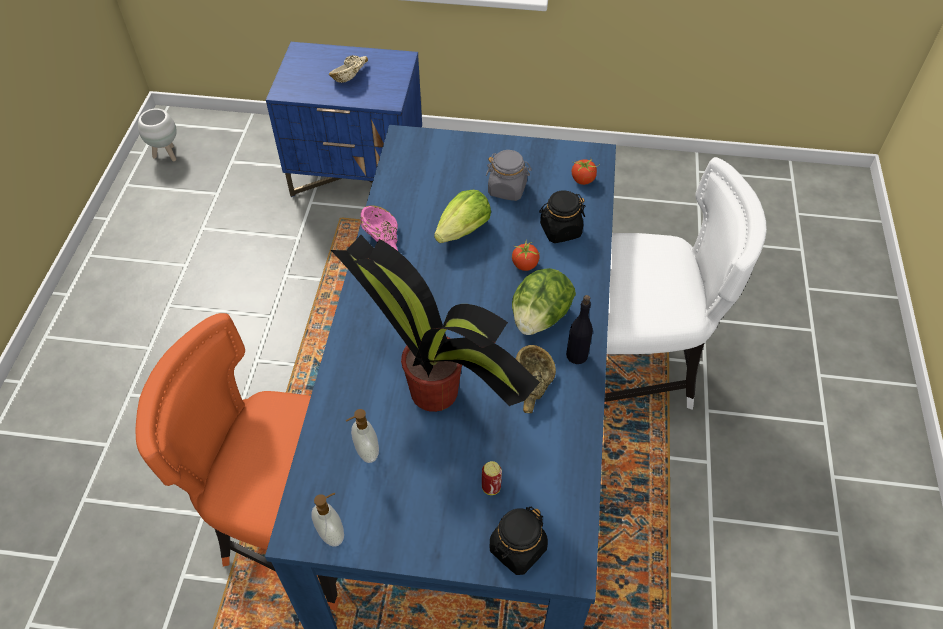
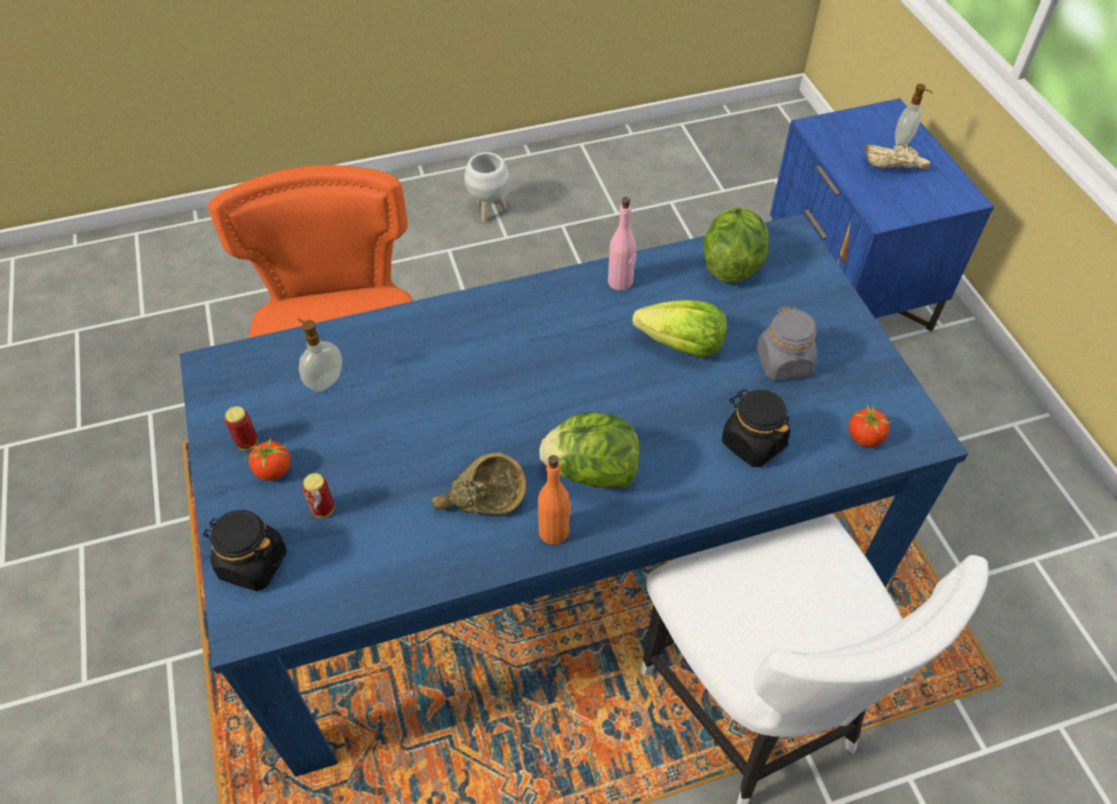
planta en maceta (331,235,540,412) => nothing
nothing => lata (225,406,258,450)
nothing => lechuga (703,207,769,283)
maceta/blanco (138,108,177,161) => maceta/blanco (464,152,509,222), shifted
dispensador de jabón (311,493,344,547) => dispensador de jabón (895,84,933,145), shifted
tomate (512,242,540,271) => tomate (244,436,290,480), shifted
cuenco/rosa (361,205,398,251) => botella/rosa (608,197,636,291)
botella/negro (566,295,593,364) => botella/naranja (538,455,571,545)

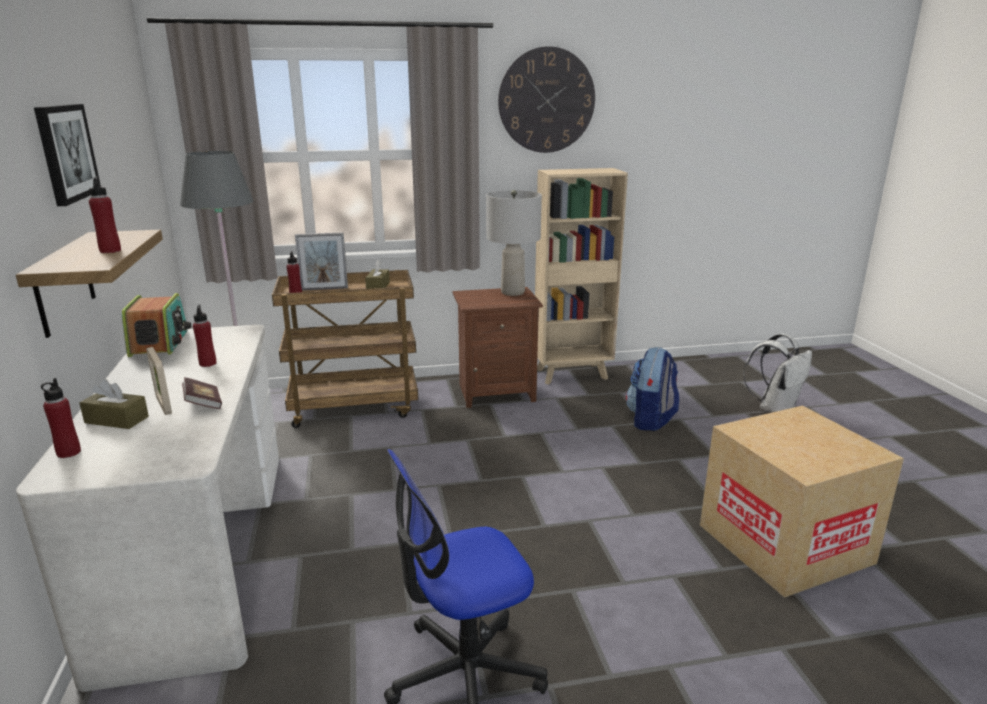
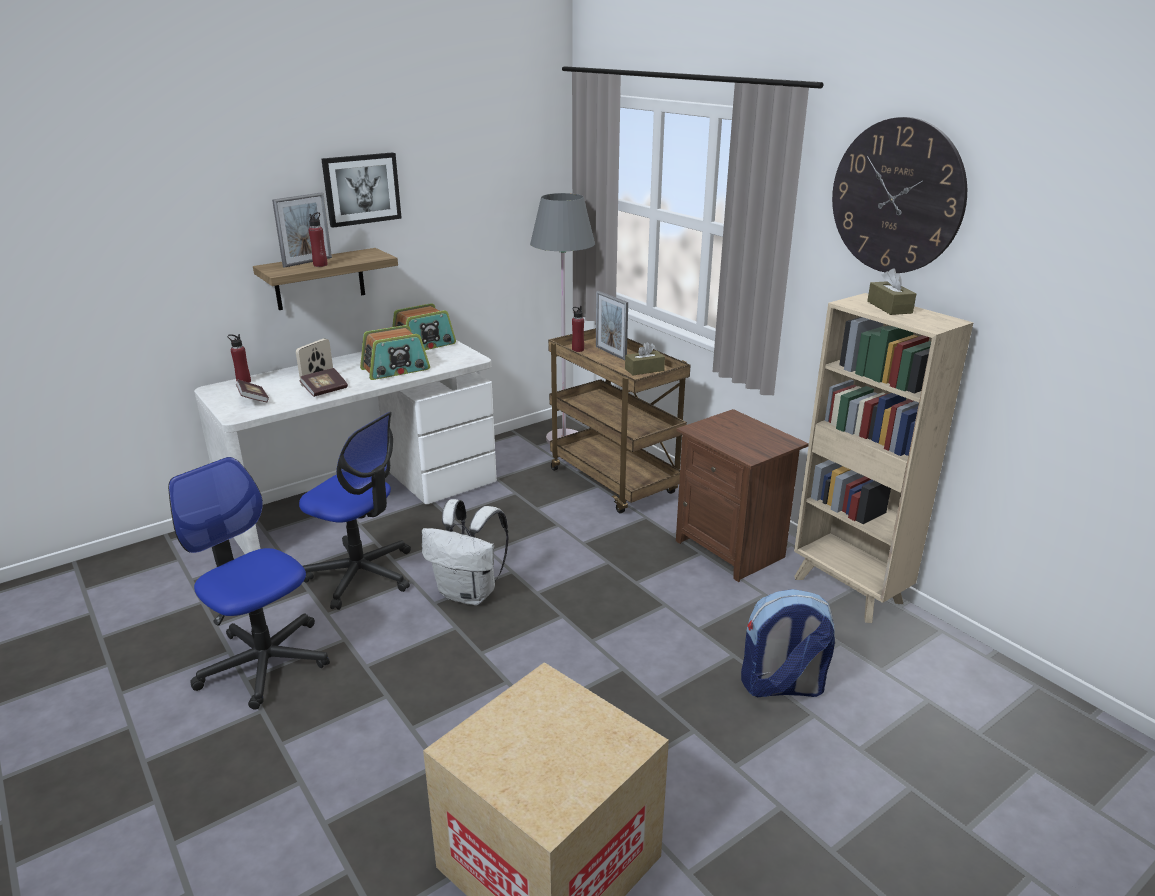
lámpara de mesa/gris (486,190,542,296) => nothing
nothing => libro (236,380,269,402)
nothing => portarretratos (272,192,332,268)
nothing => silla de oficina (299,412,411,610)
caja de pañuelos/marrón (79,379,149,429) => caja de pañuelos/marrón (867,268,916,315), shifted
mochila/blanco (743,334,812,413) => mochila/blanco (422,499,509,605), shifted
botella/rojo (193,305,217,367) => radio (360,325,430,380)

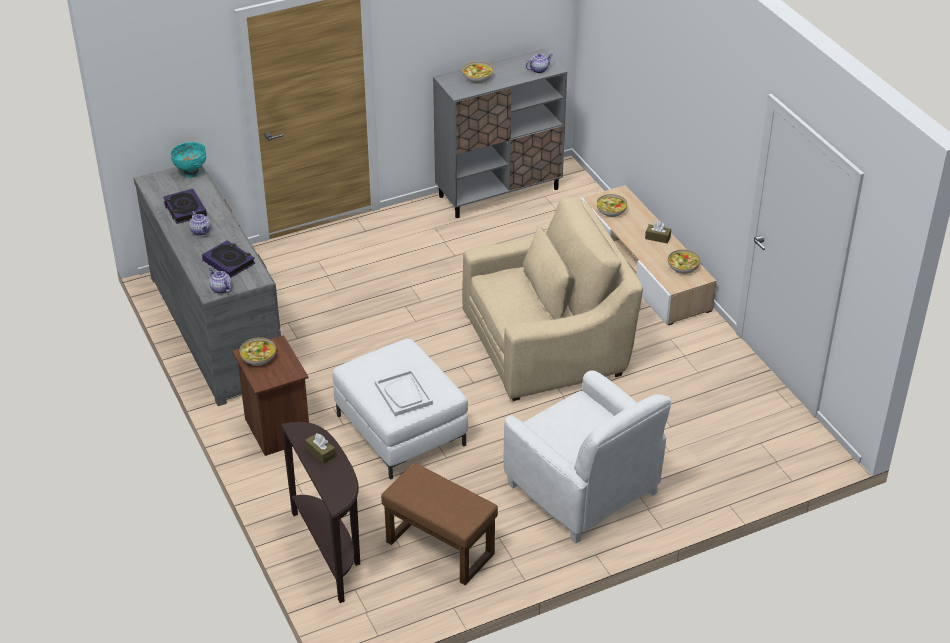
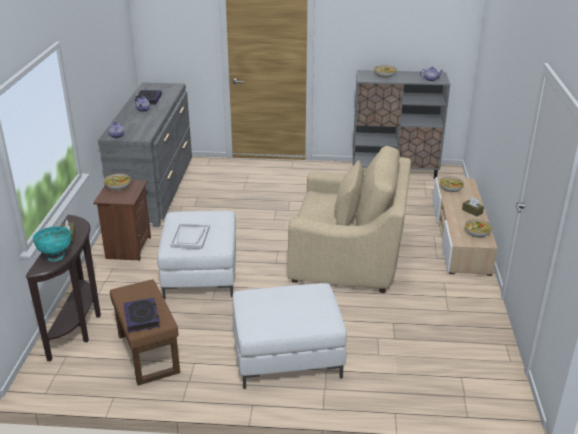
cuenco/turquesa (171,142,206,178) => cuenco/turquesa (33,226,71,262), shifted
libro (202,240,255,278) => libro (123,298,160,333), shifted
sillón/blanco (504,370,671,544) => puf/blanco (232,283,347,389)

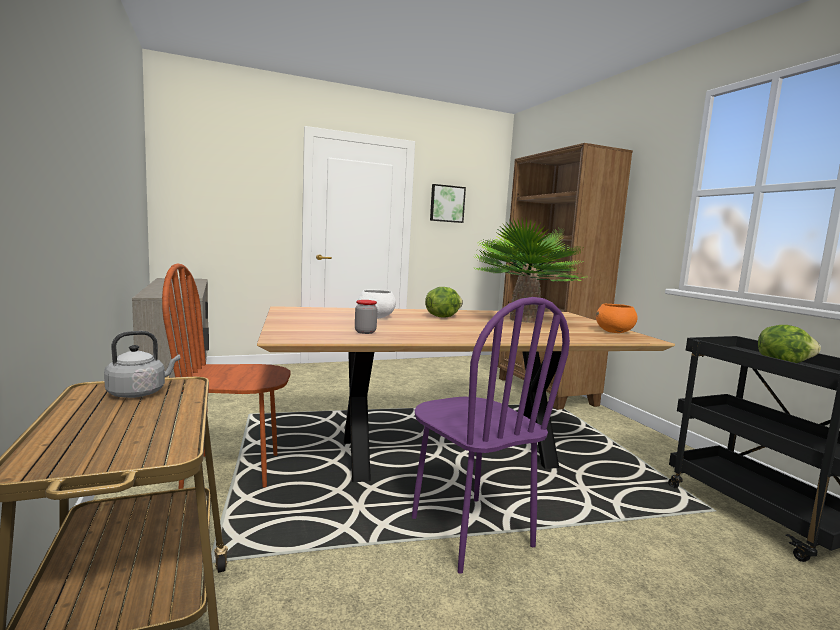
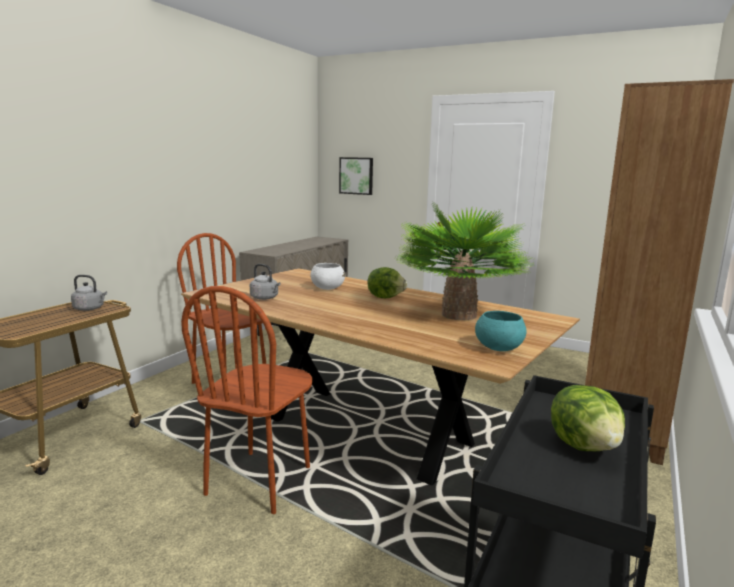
cuadro (430,184,466,223) => cuadro (339,157,373,195), shifted
tarro (355,300,377,334) => hervidor/gris (250,264,281,300)
silla/morado (412,297,570,574) => silla/marrón (181,286,313,514)
cuenco/naranja (596,304,637,333) => cuenco/turquesa (475,311,526,351)

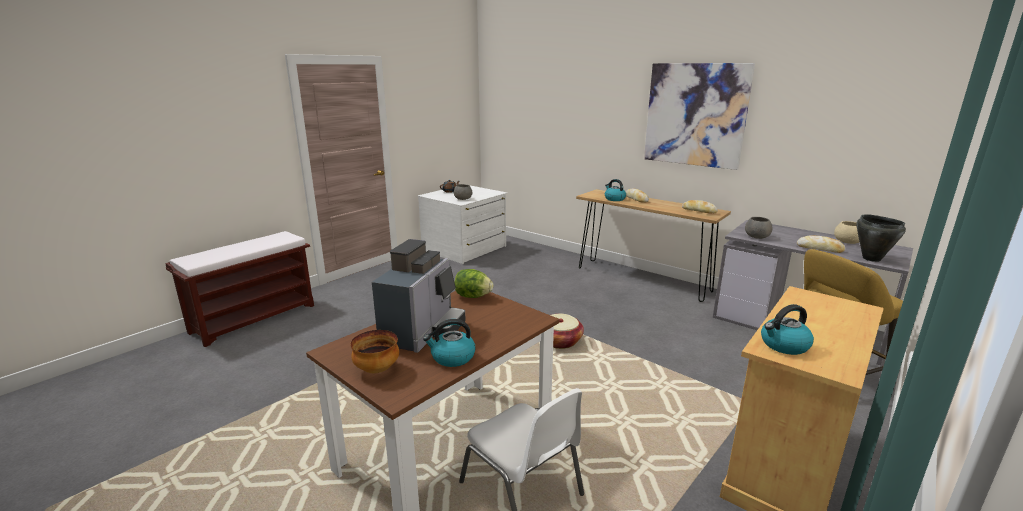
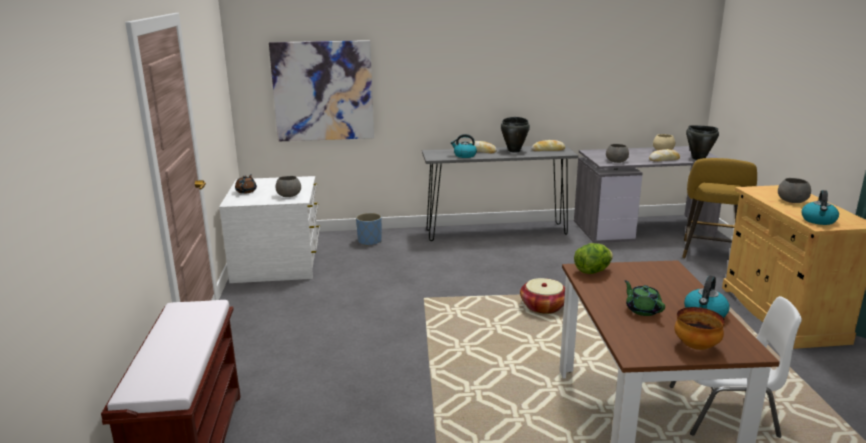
nothing => maceta/azul (356,213,382,246)
nothing => olla/negro (501,117,530,152)
nothing => cuenco/gris (778,178,811,203)
cuadro (644,63,755,170) => cuadro (269,40,374,141), shifted
cafetera (372,239,466,353) => tetera/verde (624,280,665,316)
mesa consola/marrón (576,189,731,302) => mesa consola/gris (422,145,578,241)

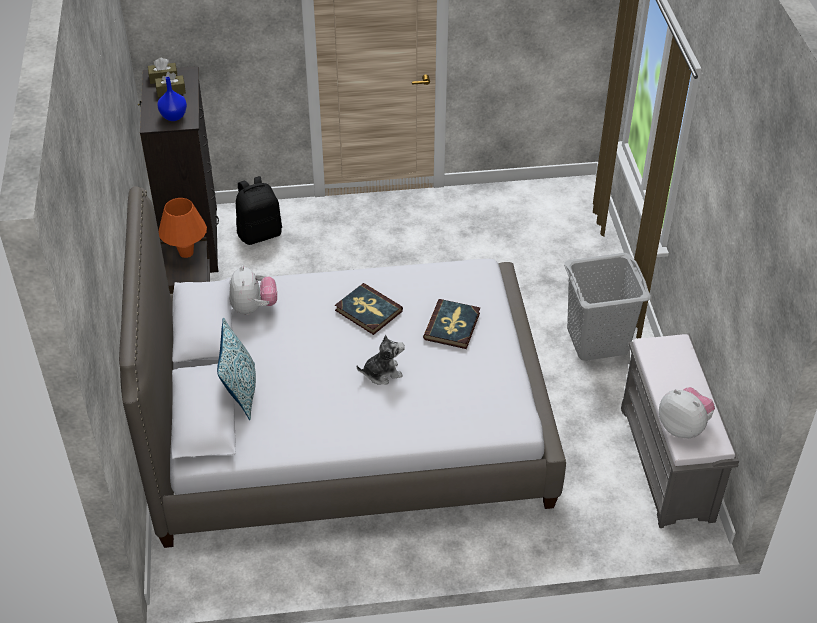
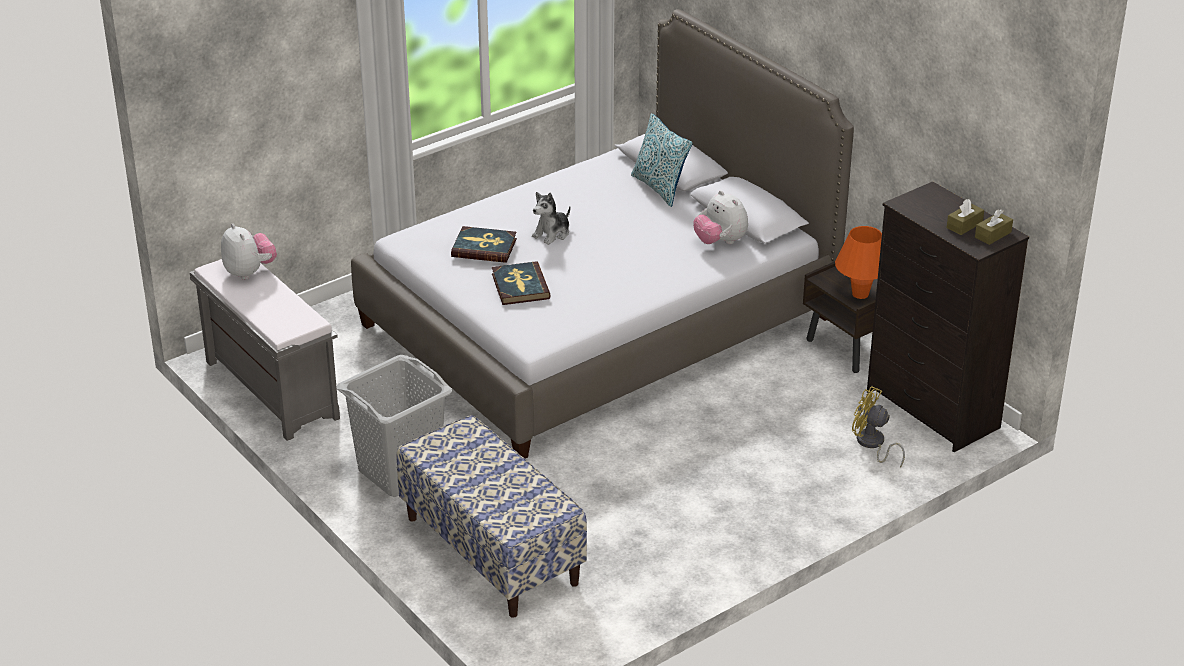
florero/azul (157,77,187,121) => nothing
nothing => banco (397,415,587,618)
libro (335,283,403,335) => libro (451,226,517,263), shifted
mochila/negro (236,176,282,245) => ventilador/amarillo (852,386,905,468)
peluche (659,387,715,438) => peluche (221,224,277,280), 135 degrees counterclockwise

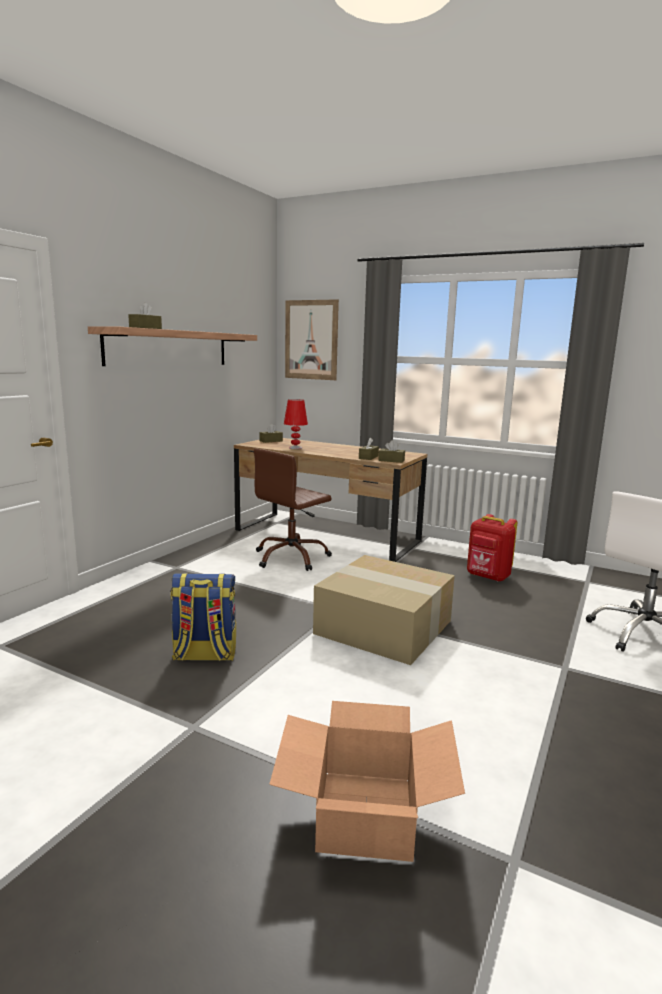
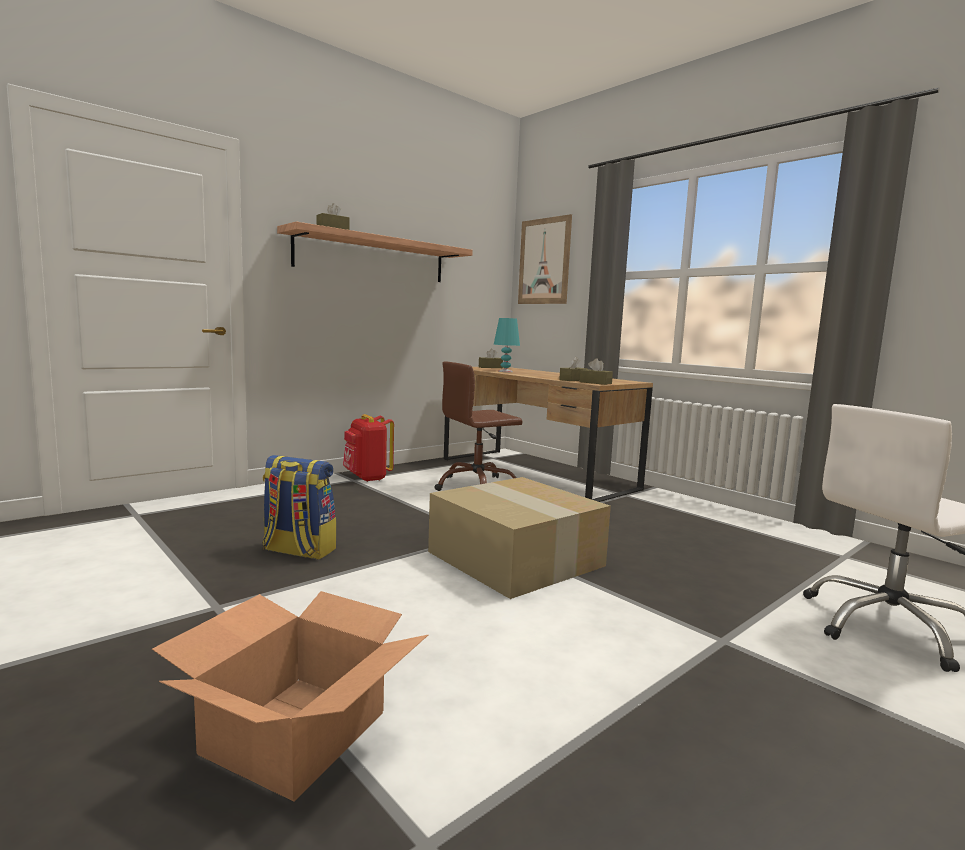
mochila/rojo (467,514,517,582) => mochila/rojo (343,414,394,482), shifted
lámpara de mesa/rojo (284,399,308,449) => lámpara de mesa/turquesa (494,318,520,372)

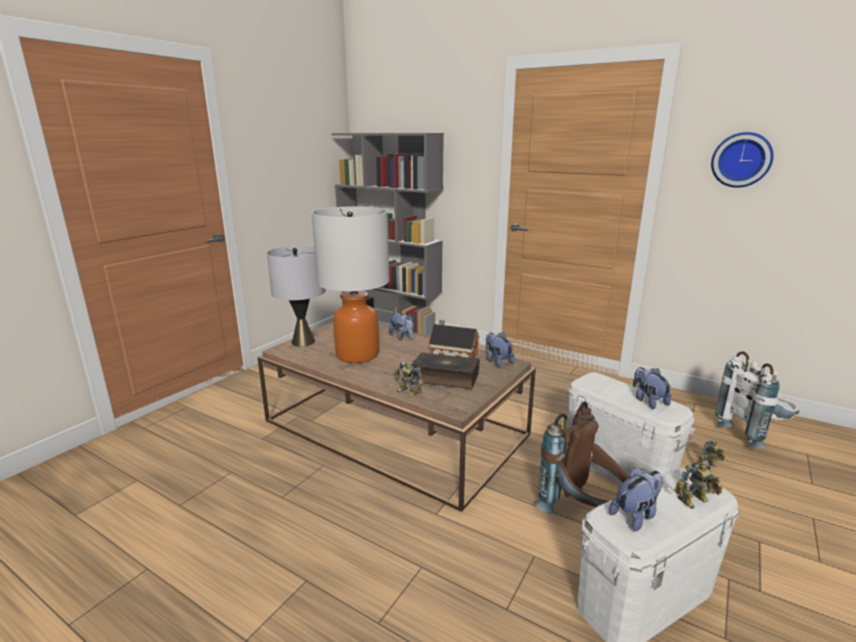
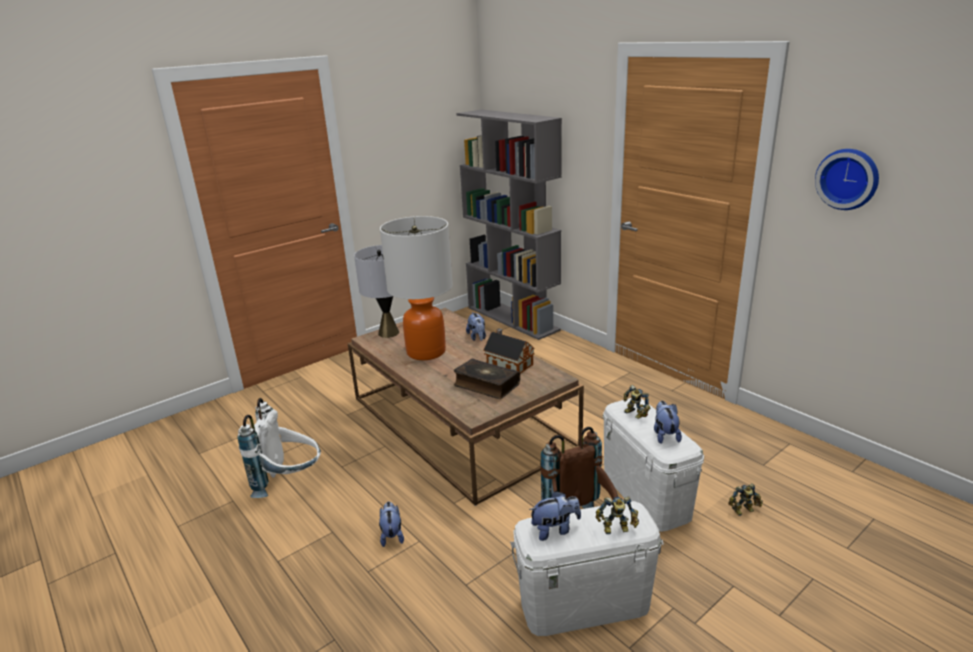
robot de juguete (394,361,424,396) => robot de juguete (624,385,651,419), shifted
peluche (486,332,515,368) => peluche (379,501,404,547), shifted
mochila/blanco (715,351,799,448) => mochila/blanco (237,398,321,498), shifted

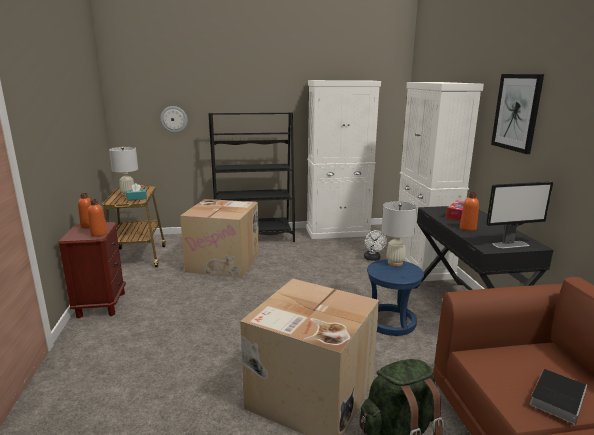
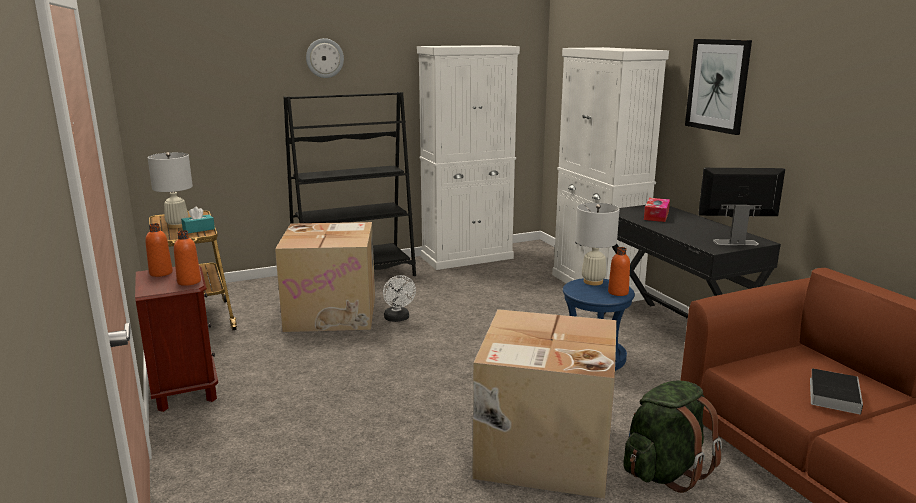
reloj de pared (160,106,188,133) => reloj de pared (306,38,344,78), shifted
ventilador/blanco (364,230,387,261) => ventilador/blanco (383,275,416,322), shifted
botella/naranja (460,192,479,231) => botella/naranja (608,247,630,296), shifted
monitor (486,182,553,249) => monitor (698,168,785,245), 150 degrees counterclockwise

